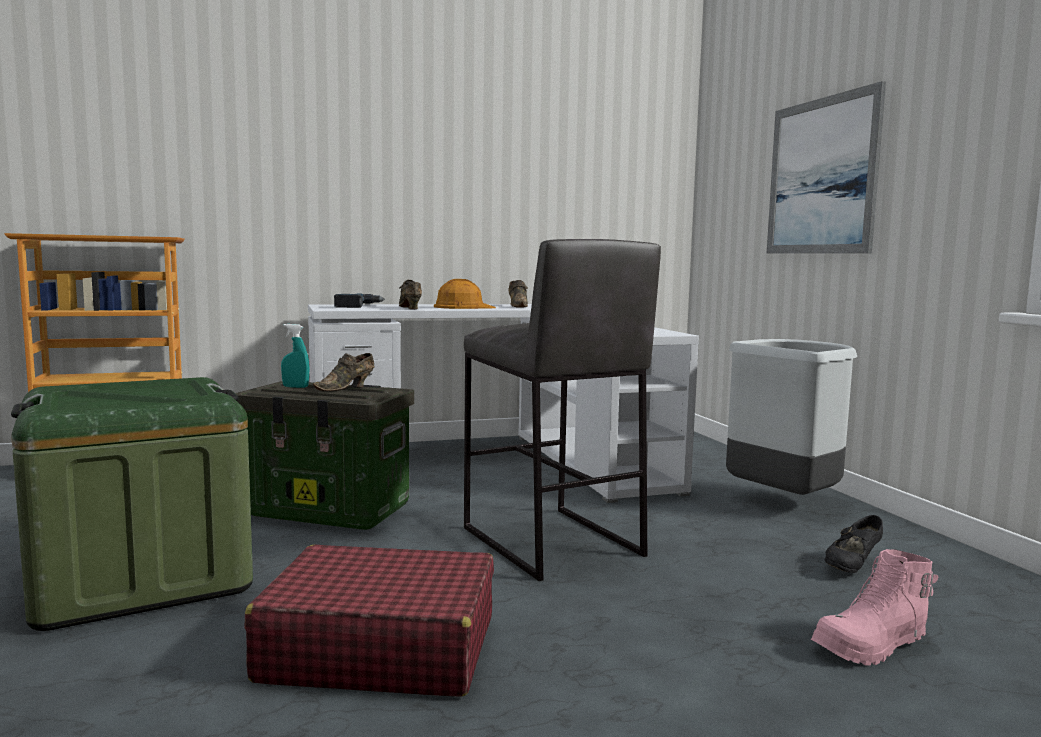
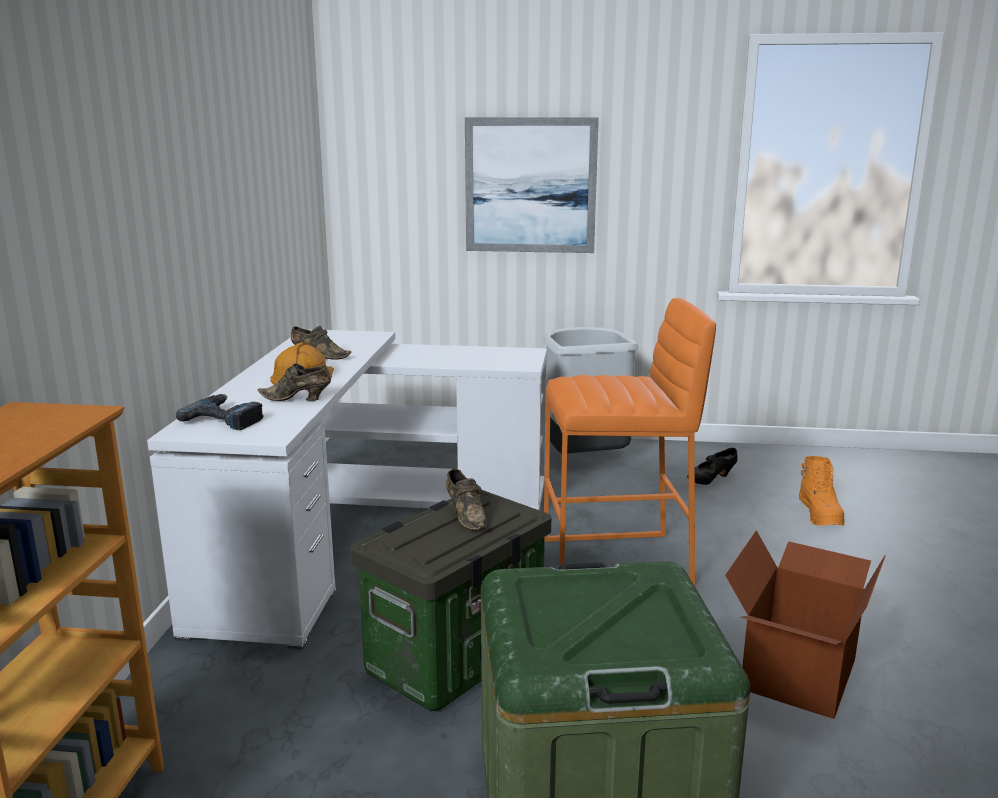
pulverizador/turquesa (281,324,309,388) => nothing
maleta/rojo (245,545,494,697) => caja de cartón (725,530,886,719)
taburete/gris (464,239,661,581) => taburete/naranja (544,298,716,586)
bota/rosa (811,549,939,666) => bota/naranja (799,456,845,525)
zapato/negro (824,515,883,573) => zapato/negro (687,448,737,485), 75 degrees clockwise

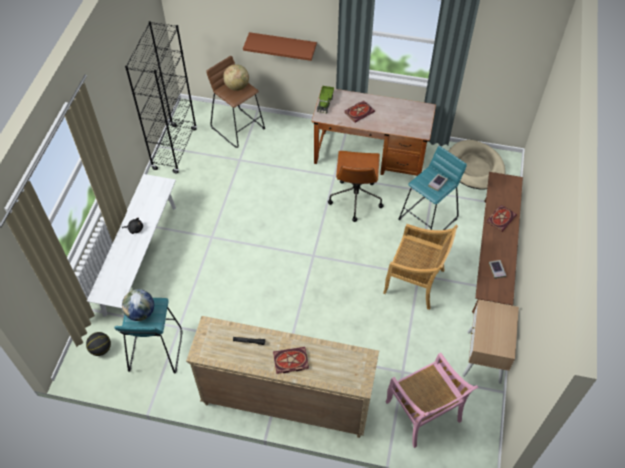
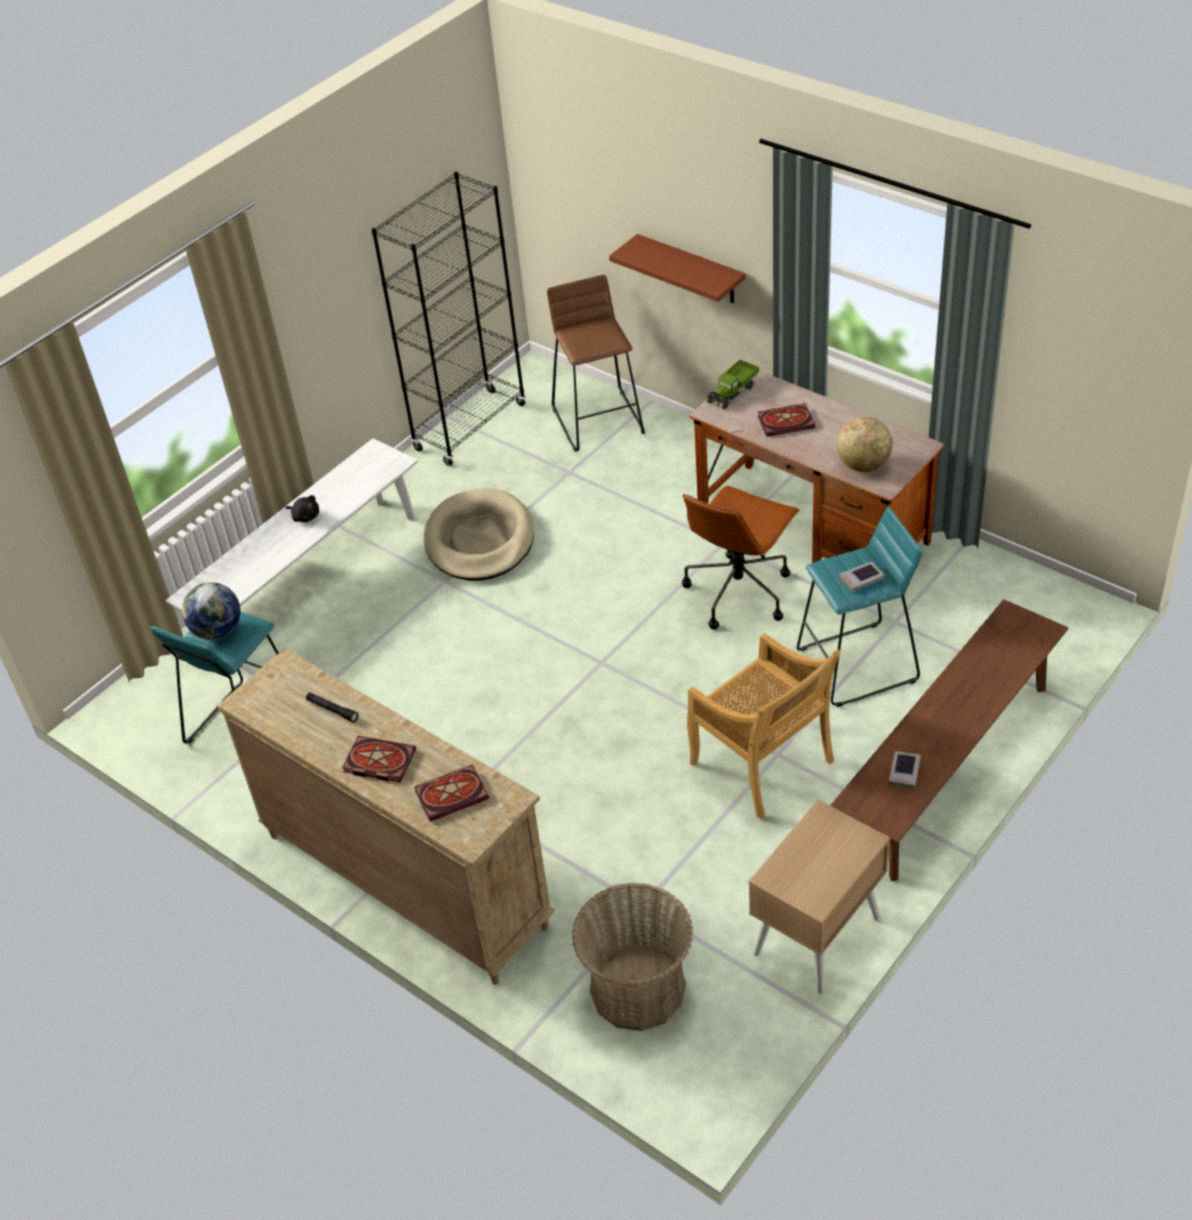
balón de baloncesto (86,332,111,356) => nothing
globo terráqueo (223,64,249,91) => globo terráqueo (837,417,893,472), shifted
cama para perro/beis (448,140,505,190) => cama para perro/beis (423,488,534,581), shifted
libro (487,205,517,232) => libro (414,764,490,822), shifted
silla/rosa (386,353,478,448) => cesta (572,882,693,1031)

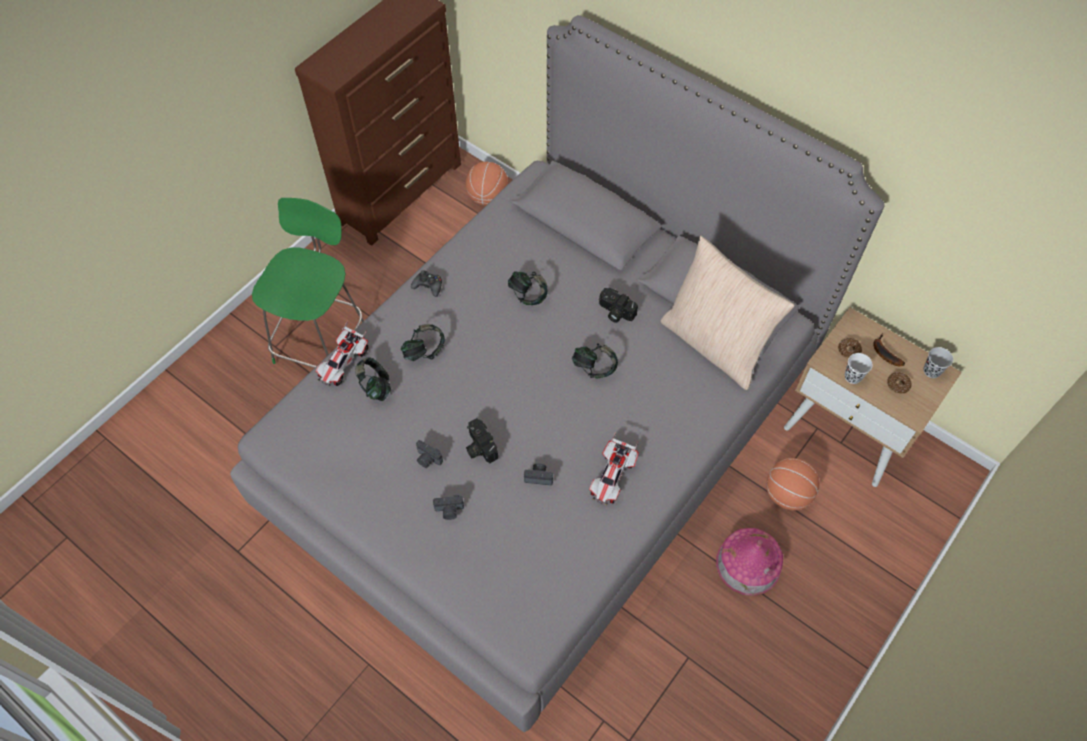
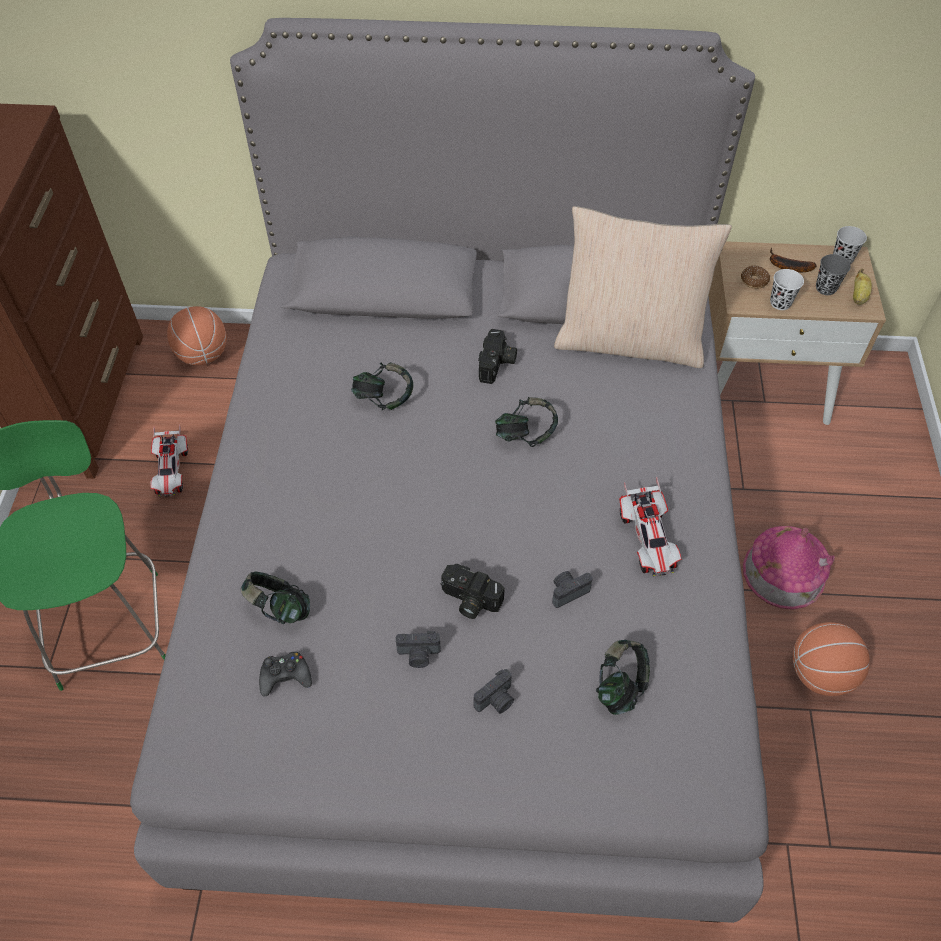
nothing => plátano (853,269,872,305)
coche de juguete (316,321,368,386) => coche de juguete (150,424,188,497), shifted
auriculares (401,324,445,361) => auriculares (596,640,650,715), shifted
mando de consola/negro (411,270,442,297) => mando de consola/negro (259,652,312,696), shifted
balón de baloncesto (766,458,819,510) => balón de baloncesto (793,622,870,696), shifted
rosquilla (887,372,912,394) => taza/gris (816,254,851,295)
cámara (599,288,638,323) => cámara (478,329,517,384), 75 degrees counterclockwise

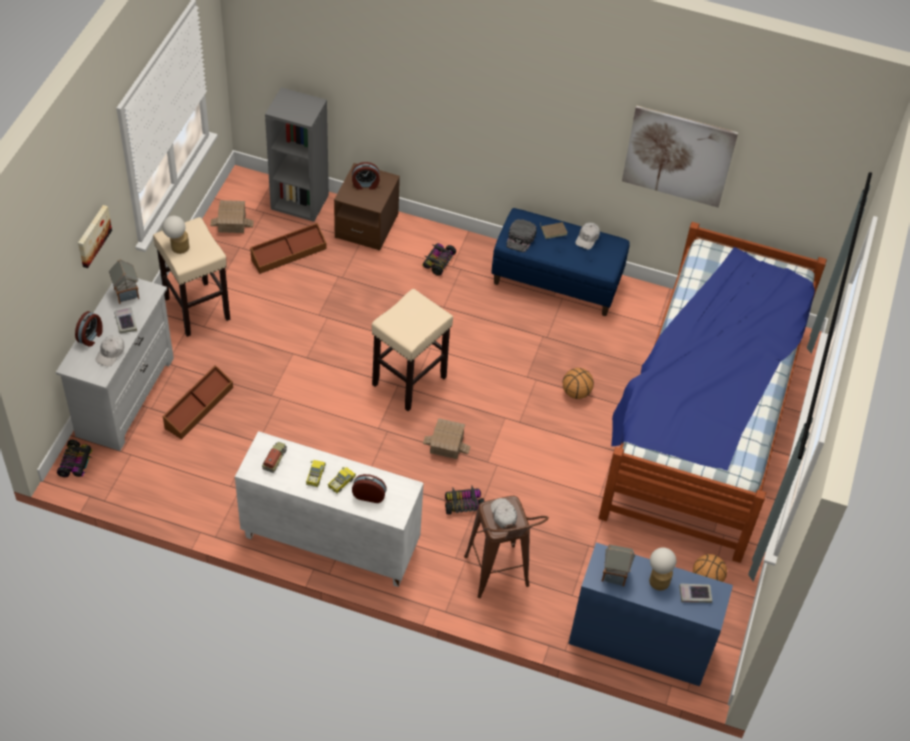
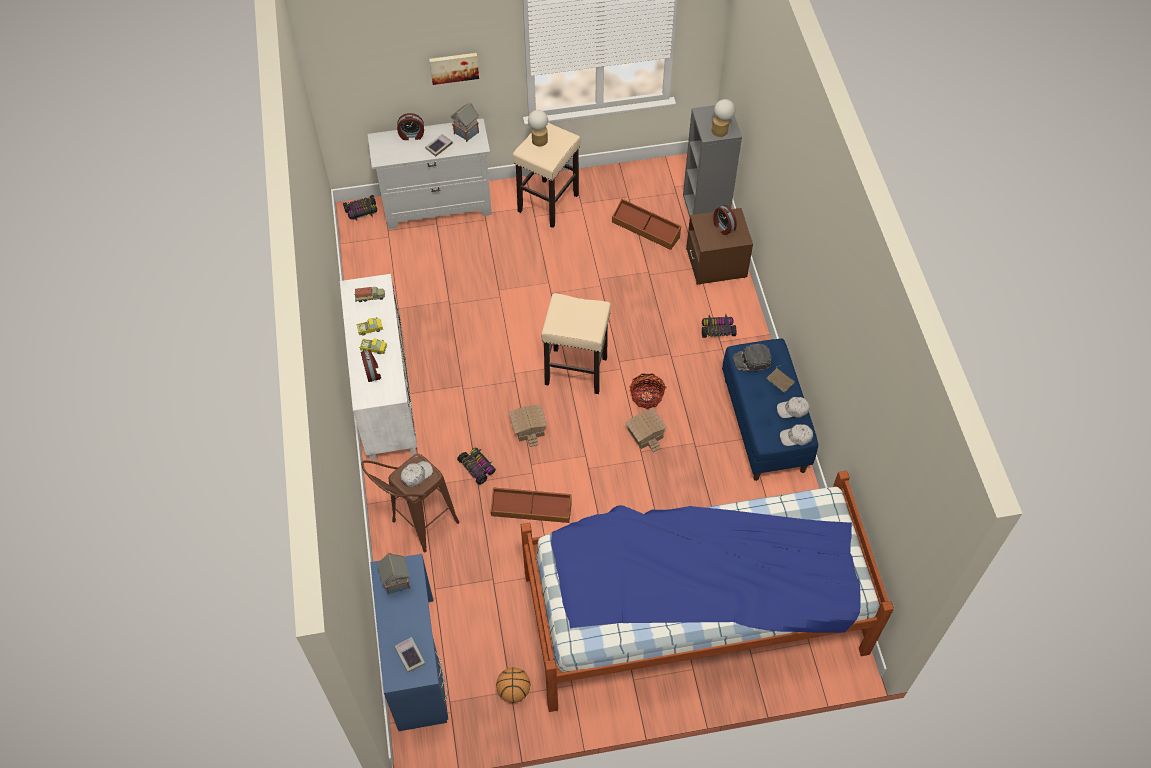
balón de baloncesto (563,368,594,399) => nothing
cuadro (622,106,738,208) => nothing
nothing => cesta (630,373,666,409)
gorra/blanco (95,335,124,366) => gorra/blanco (780,424,813,446), shifted
caja de almacenaje/marrón (163,365,233,439) => caja de almacenaje/marrón (491,487,572,523), shifted
casita (210,200,254,233) => casita (625,408,667,452), shifted
lámpara de mesa (649,547,676,591) => lámpara de mesa (712,99,735,137), shifted

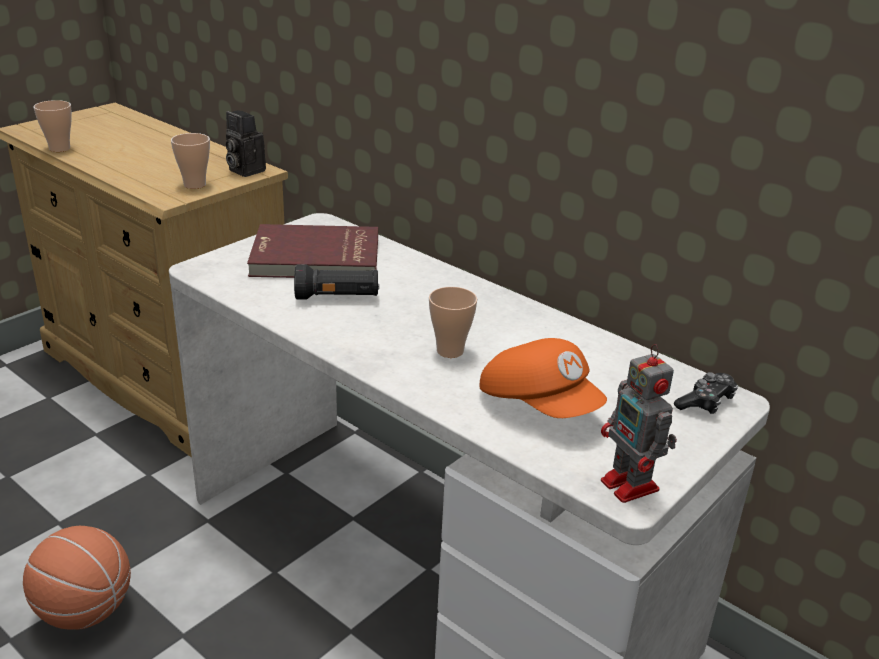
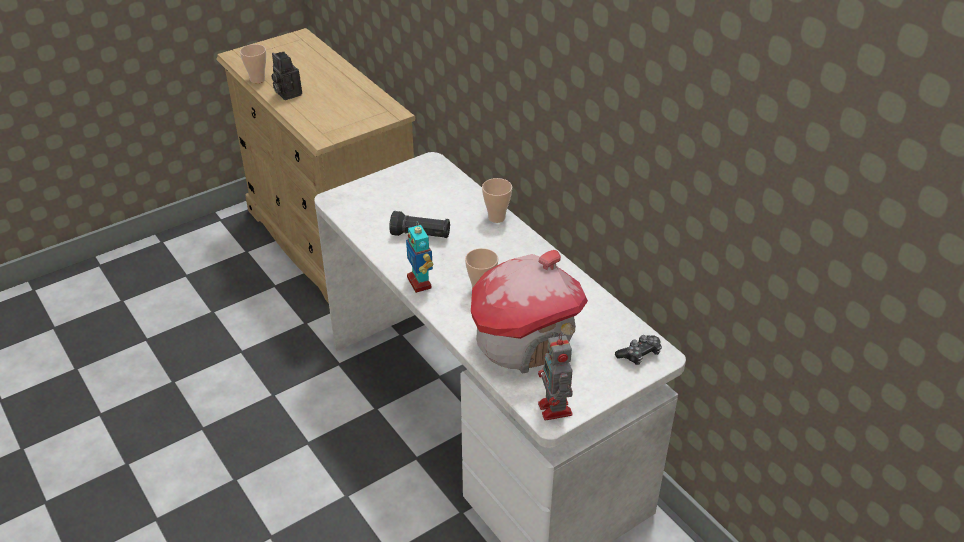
balón de baloncesto (23,526,131,630) => nothing
libro/rojo (247,224,378,278) => nothing
nothing => robot de juguete (406,221,433,293)
taza (171,133,210,189) => taza (482,178,512,223), shifted
cámara (226,110,266,177) => cámara (271,52,302,100), shifted
gorra/naranja (479,338,607,418) => casita (471,250,588,373)

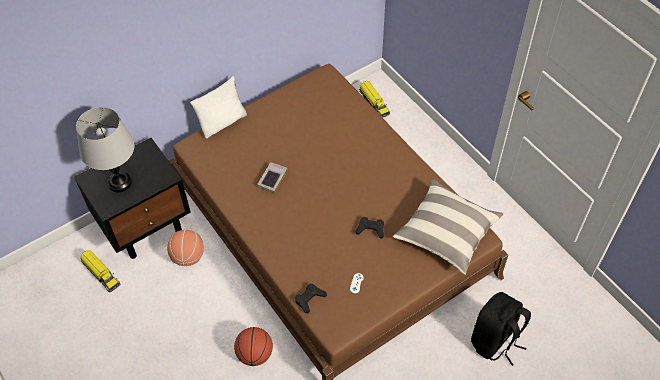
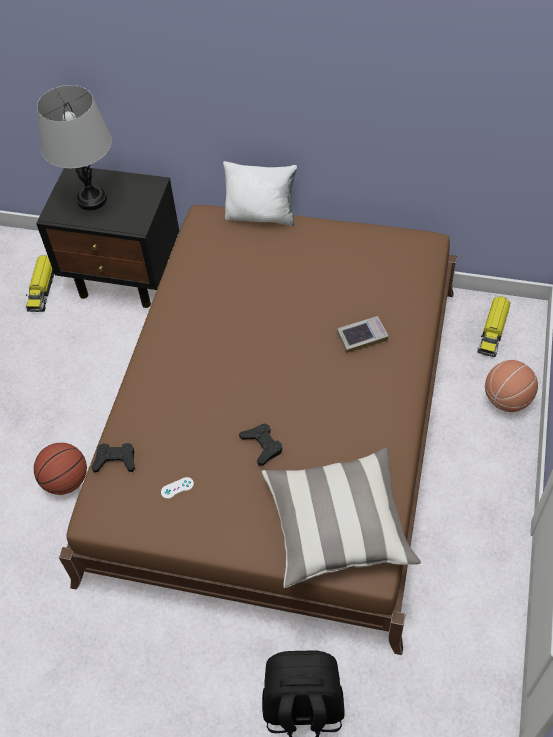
balón de baloncesto (167,230,204,266) => balón de baloncesto (485,360,538,412), shifted
libro (257,162,287,193) => libro (337,316,389,353), shifted

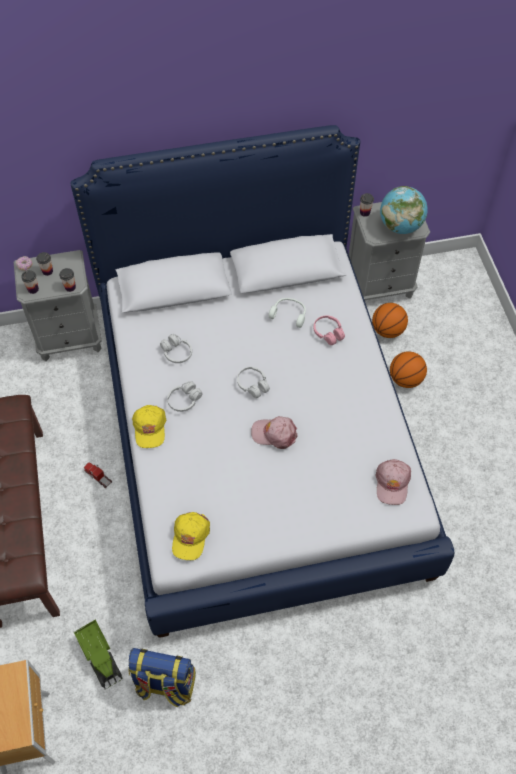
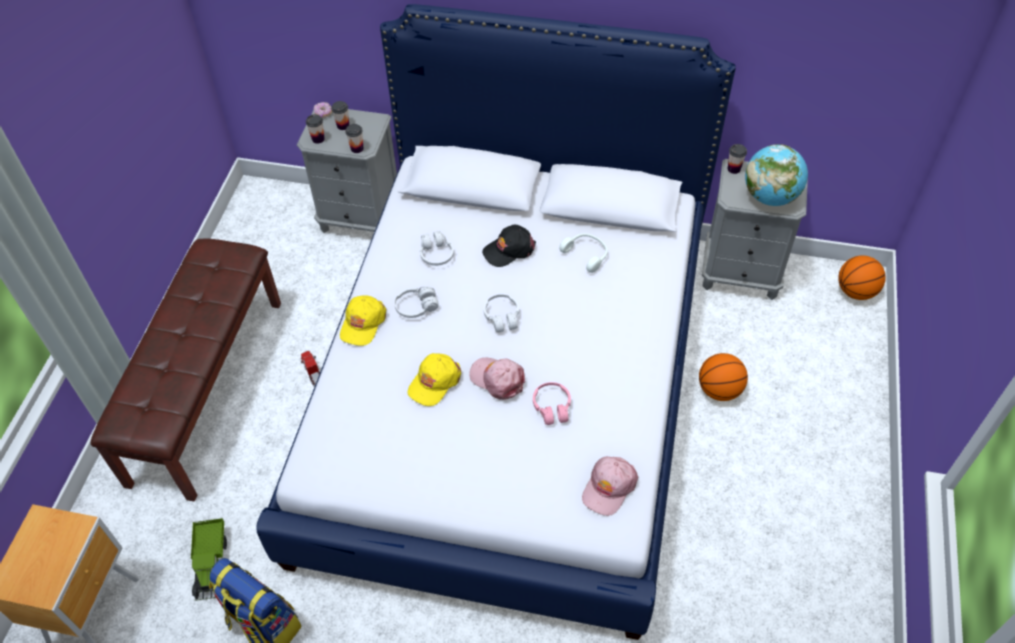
nothing => gorra/negro (482,225,536,267)
gorra/amarillo (172,512,210,560) => gorra/amarillo (408,353,461,406), shifted
auriculares/rosa (313,316,345,345) => auriculares/rosa (533,382,571,425), shifted
balón de baloncesto (372,303,408,338) => balón de baloncesto (838,255,886,300), shifted

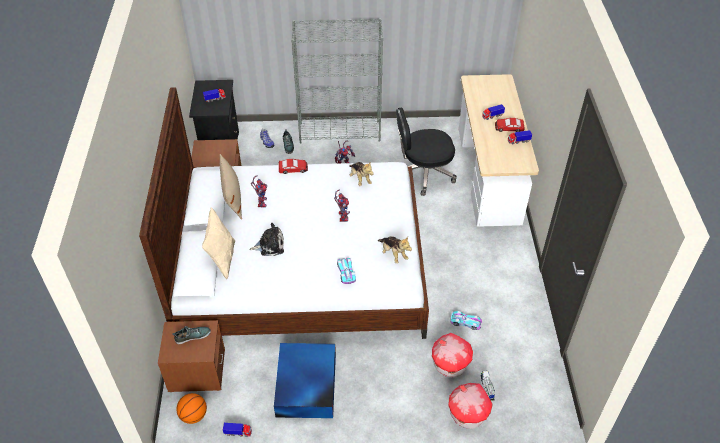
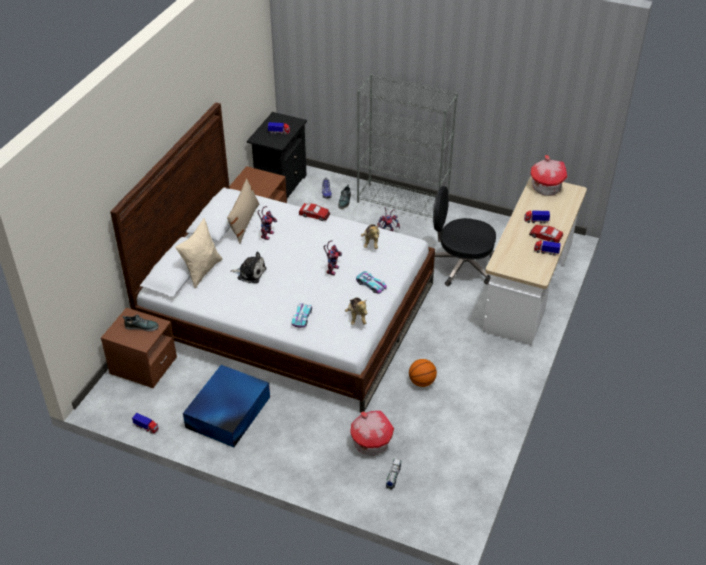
balón de baloncesto (176,393,207,424) => balón de baloncesto (409,359,437,387), shifted
casita (448,383,493,429) => casita (531,155,567,196), shifted
coche de juguete (450,311,482,330) => coche de juguete (356,271,387,294), shifted

